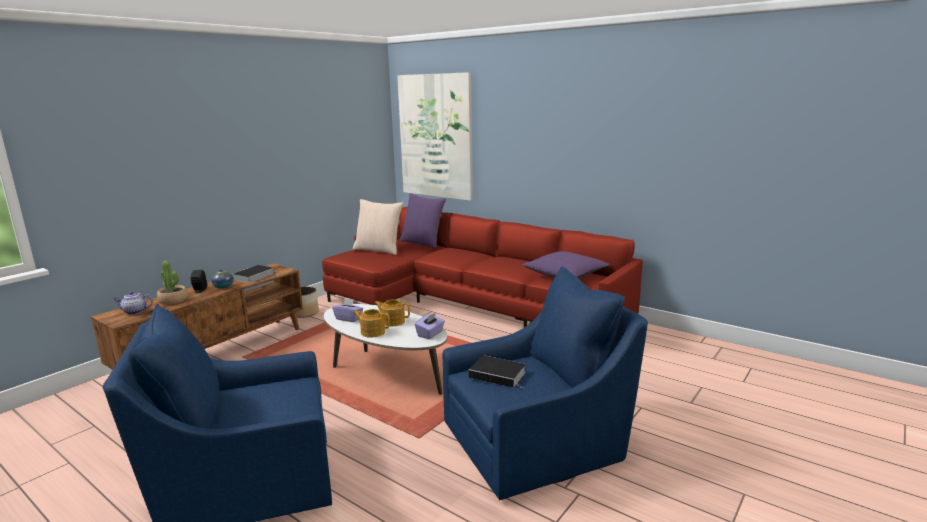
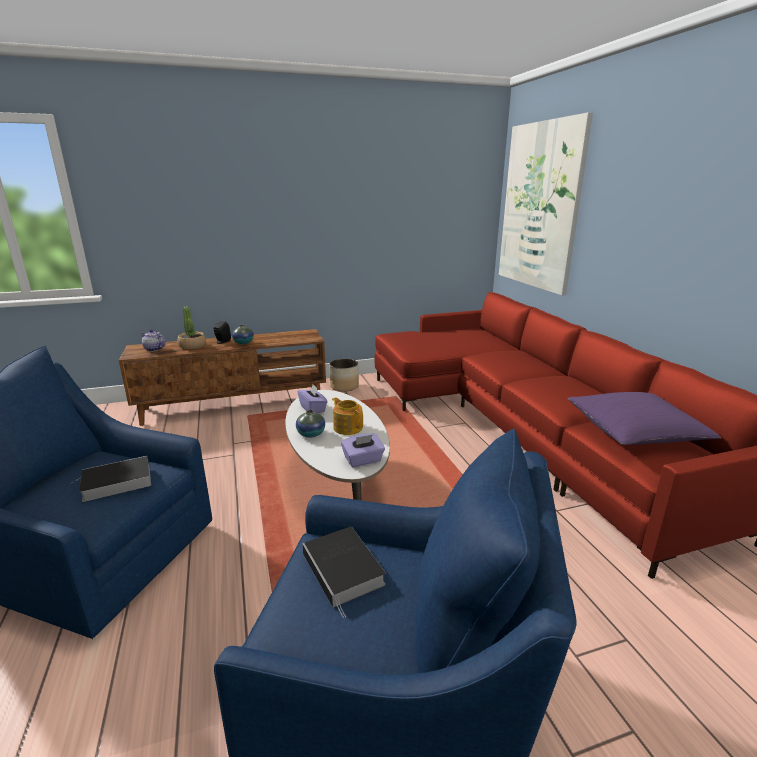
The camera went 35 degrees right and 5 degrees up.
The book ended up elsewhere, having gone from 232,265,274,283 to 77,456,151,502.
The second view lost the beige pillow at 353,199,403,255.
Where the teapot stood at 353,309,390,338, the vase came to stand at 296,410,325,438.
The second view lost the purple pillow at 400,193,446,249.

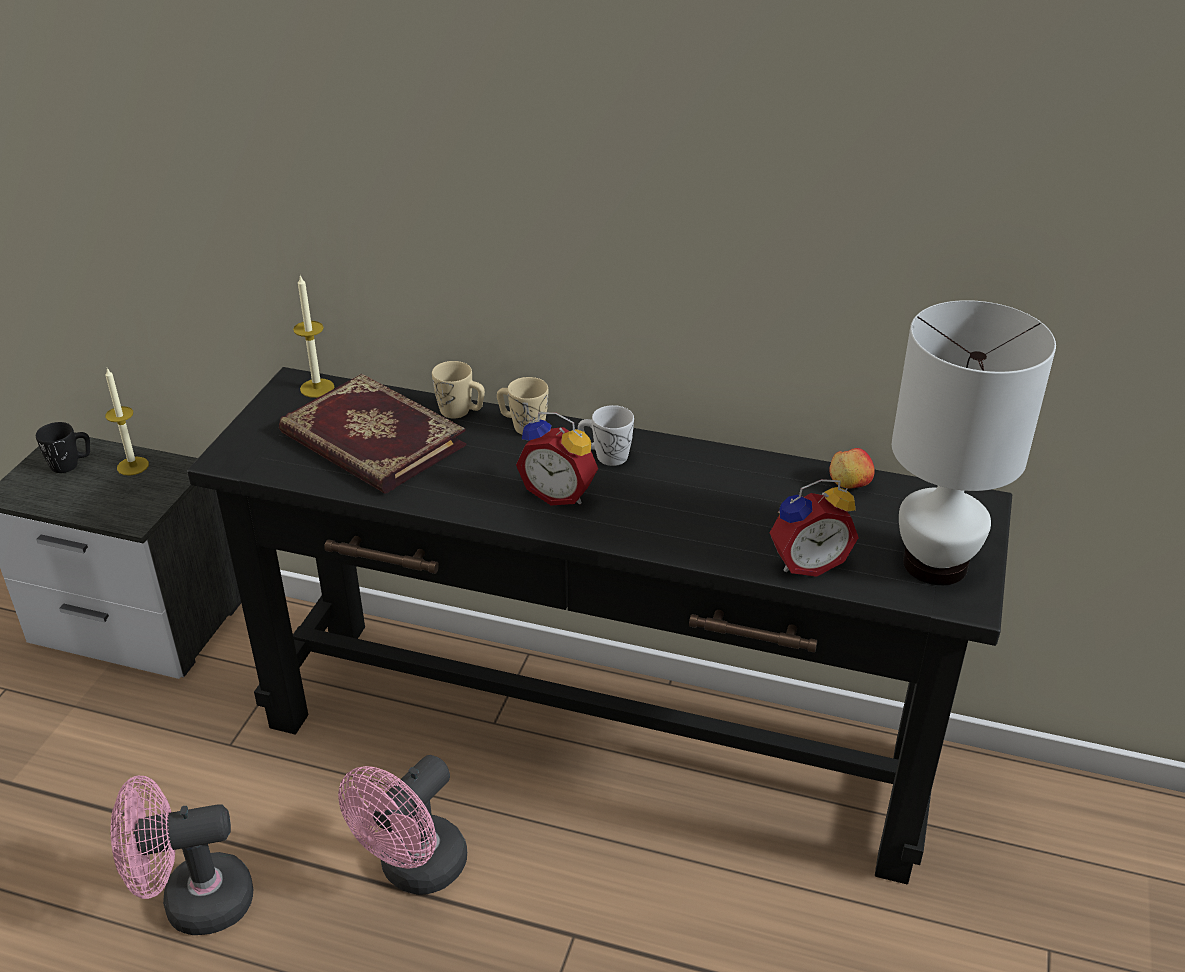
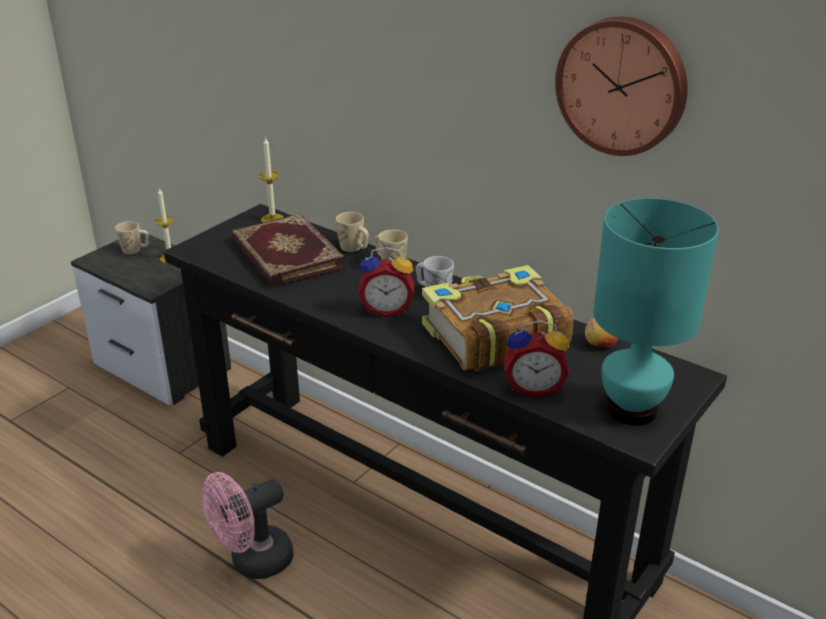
The camera went 20 degrees right and 5 degrees down.
What was the black mug at 36,422,90,473 turned into the beige mug at 115,221,149,255.
The second view lost the pink fan at 111,776,253,935.
The alarm clock at 516,412,598,505 ended up facing another way, 45 degrees counterclockwise from before.
What was the white table lamp at 892,300,1056,585 turned into the turquoise table lamp at 593,198,719,426.
The second view gained the book at 422,265,574,371.
The second view gained the wall clock at 555,17,687,156.

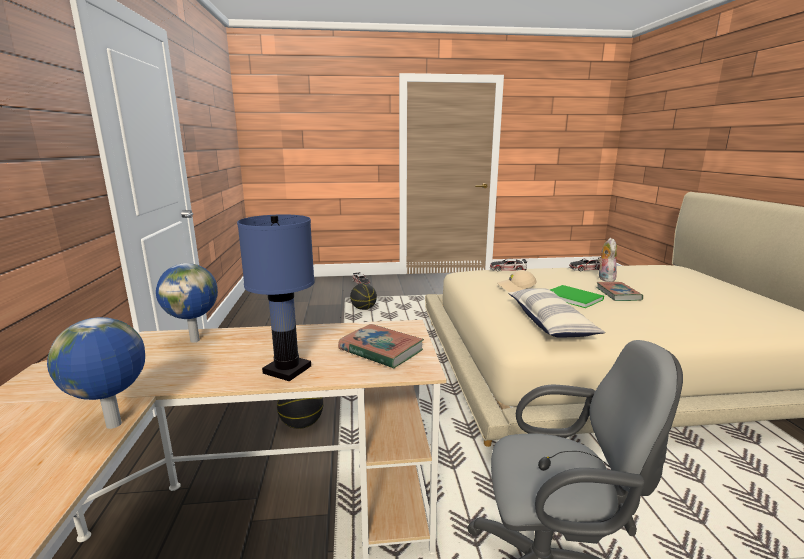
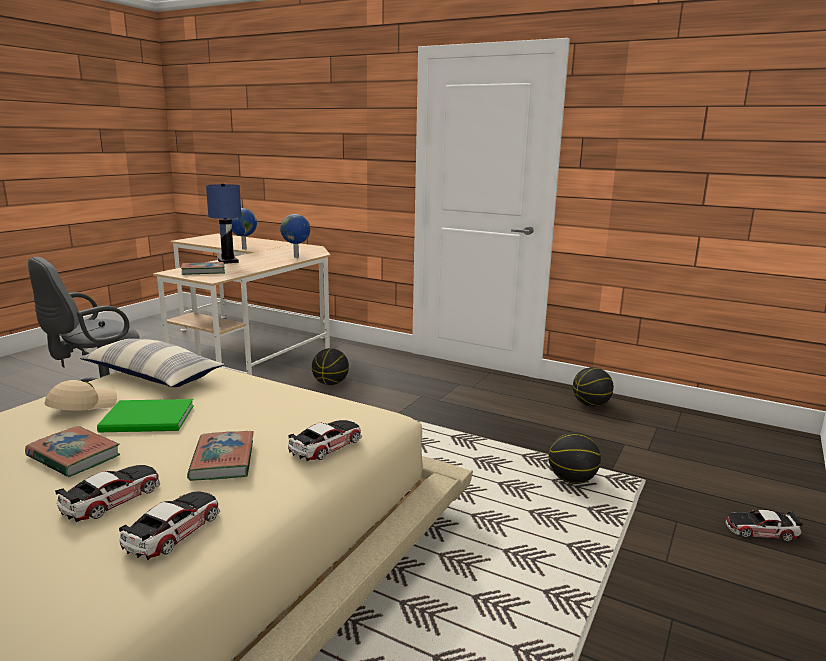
The camera went 125 degrees right and 0 degrees up.
The beige cap ended up elsewhere, having gone from 497,270,537,292 to 44,380,117,411.
Where the plush toy stood at 598,238,617,282, the toy car came to stand at 55,465,160,522.
The second view gained the book at 187,431,254,481.
The second view gained the basketball at 573,367,614,407.

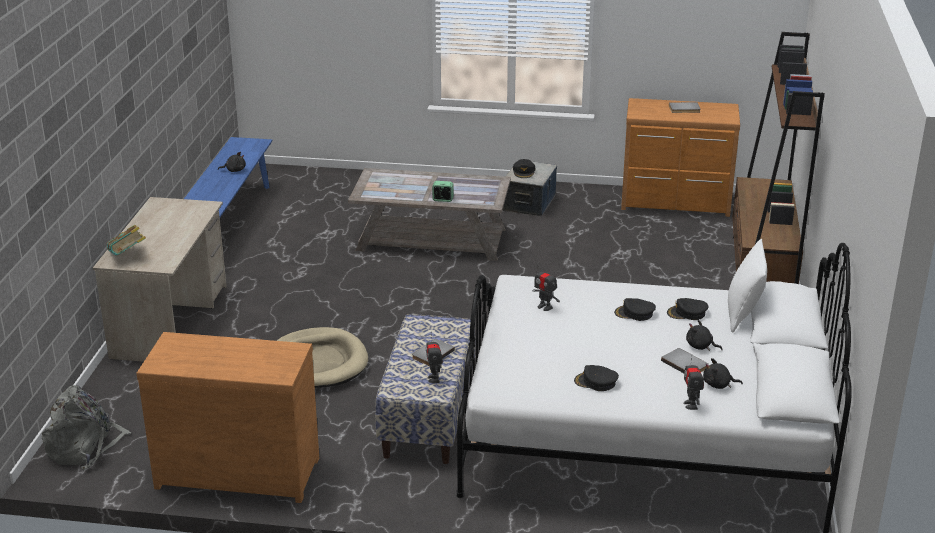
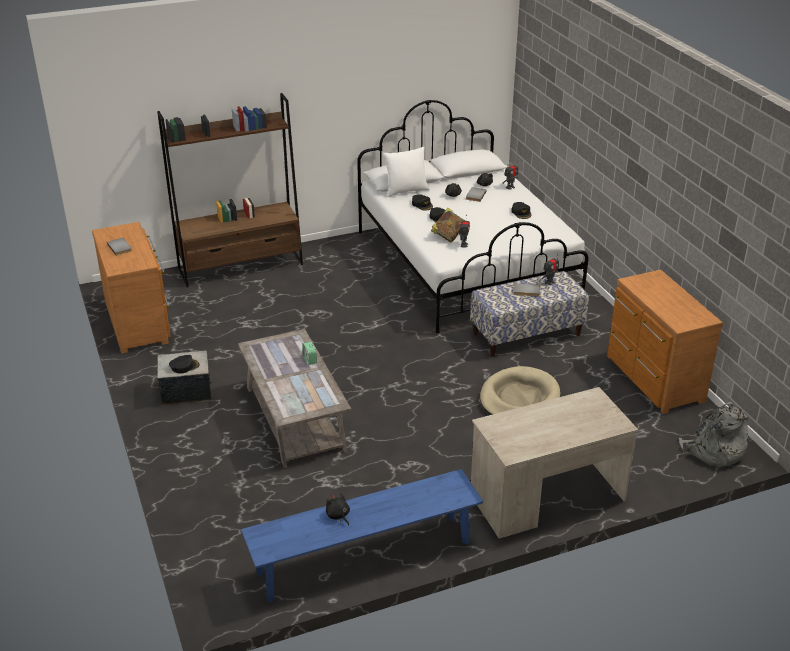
The camera went 120 degrees left and 5 degrees up.
The book ended up elsewhere, having gone from 107,225,146,256 to 431,208,465,242.

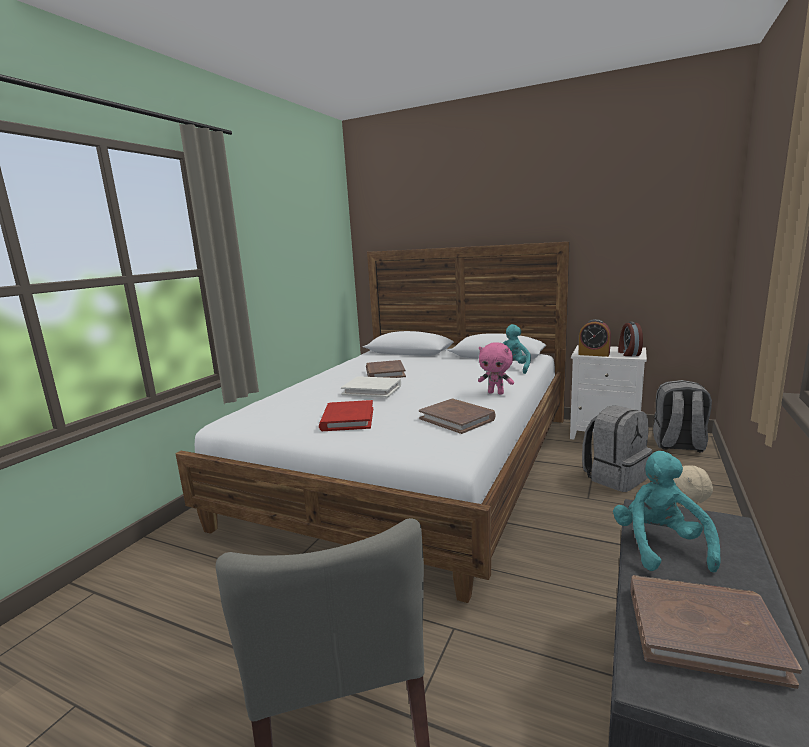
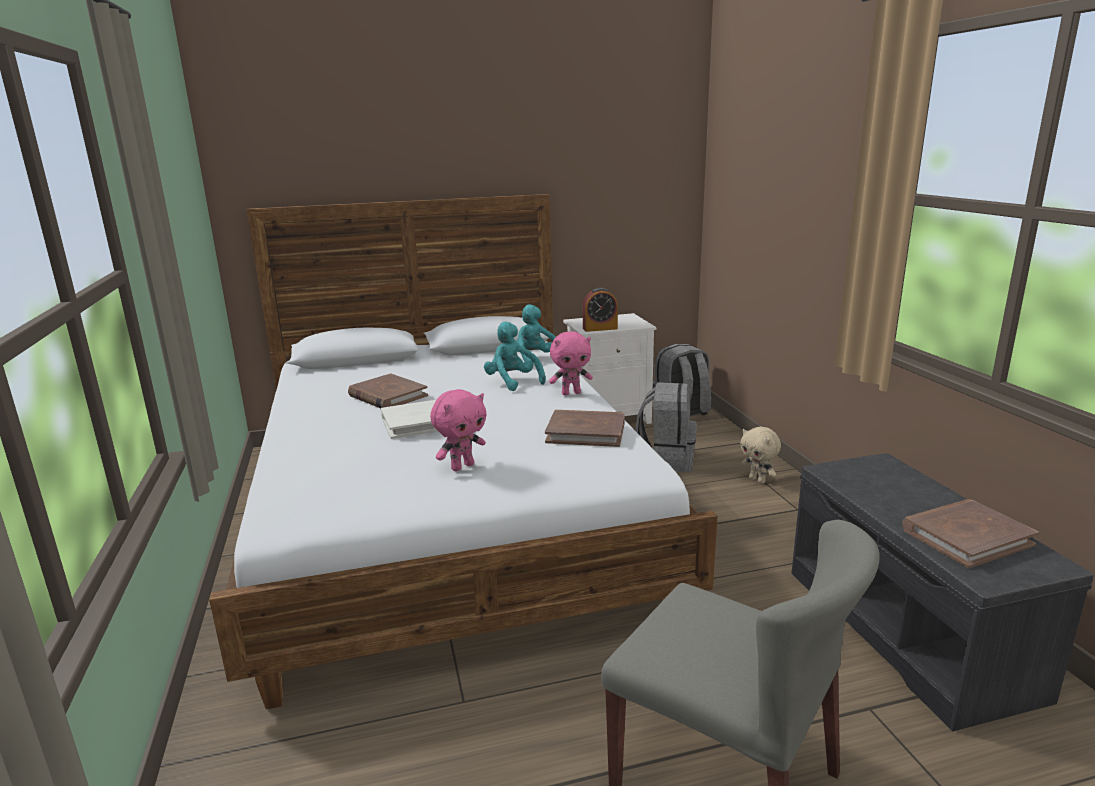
The camera went 40 degrees left and 5 degrees up.
Where the red book stood at 319,400,373,431, the pink plush toy came to stand at 430,389,487,471.
The turquoise plush toy ended up elsewhere, having gone from 613,451,721,572 to 484,322,546,391.
The second view lost the alarm clock at 618,322,643,356.

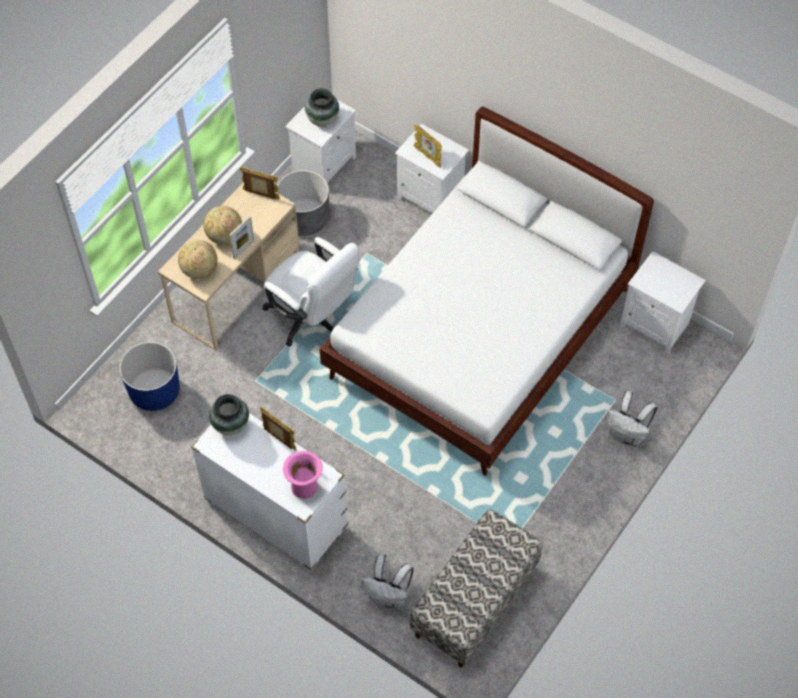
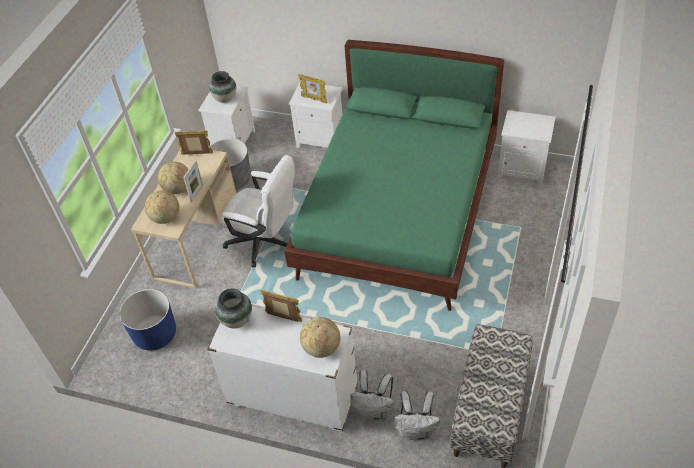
The camera went 15 degrees left and 10 degrees down.
Where the pink vase stood at 283,451,323,499, the globe came to stand at 300,317,340,358.
What was the white bed at 319,107,654,476 turned into the green bed at 284,40,504,311.
The white backpack ended up elsewhere, having gone from 605,391,657,447 to 350,370,394,421.

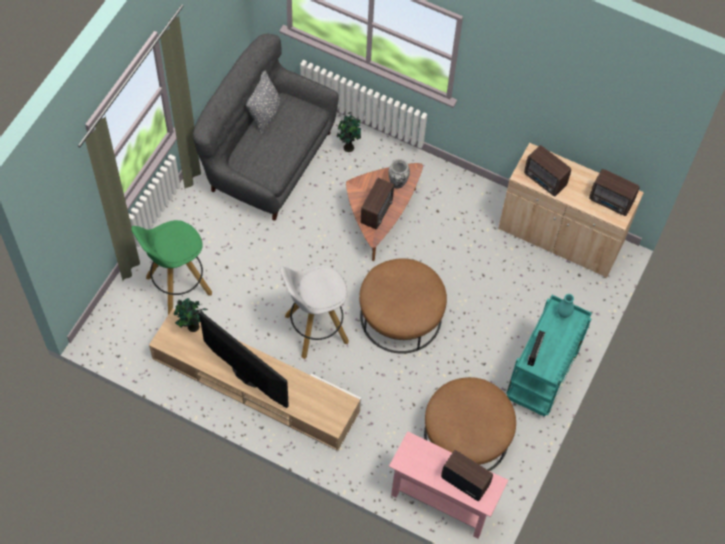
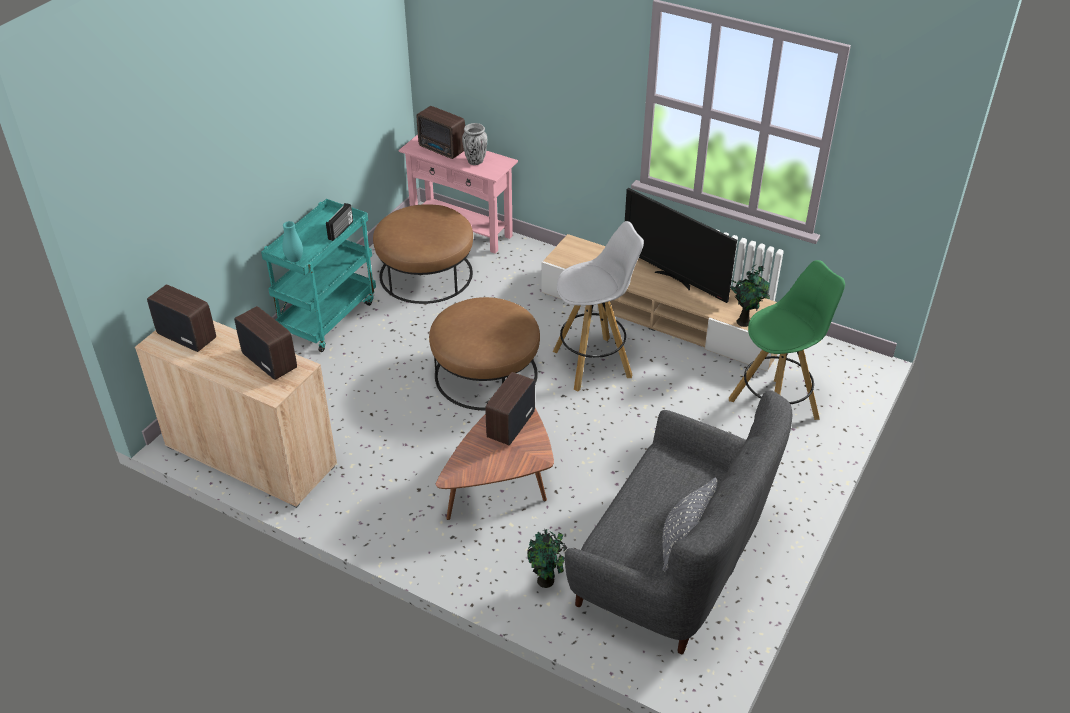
The camera went 175 degrees left and 20 degrees down.
The vase ended up elsewhere, having gone from 388,159,410,189 to 462,123,487,165.

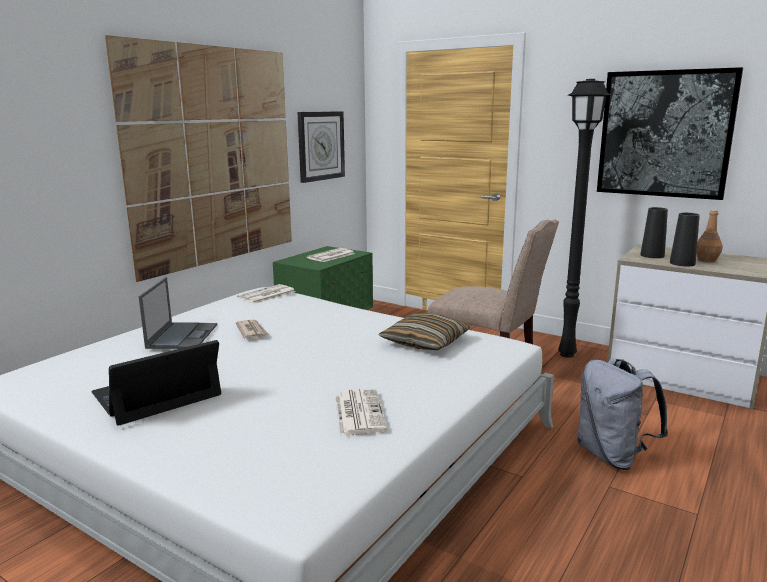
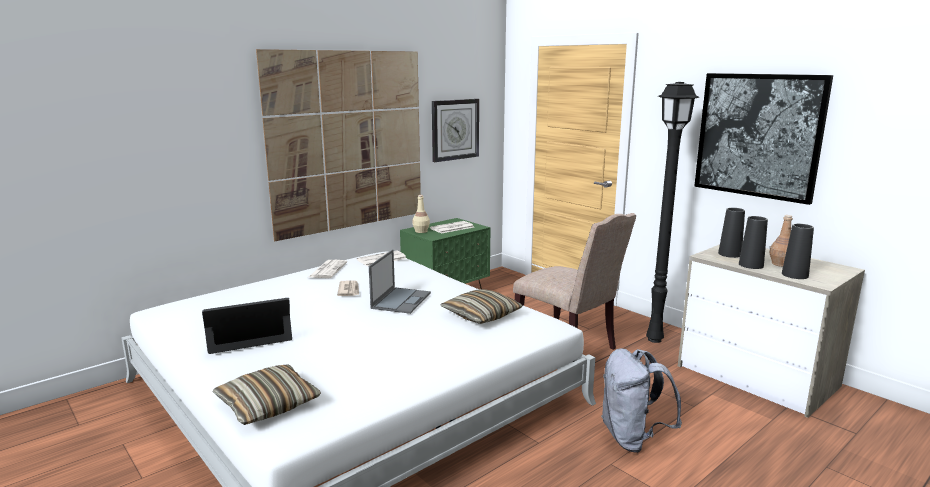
The camera went 15 degrees right and 0 degrees up.
The laptop ended up elsewhere, having gone from 139,277,217,349 to 369,250,431,314.
The newspaper ended up elsewhere, having gone from 335,389,387,436 to 309,260,347,278.
The second view gained the pillow at 213,364,321,425.
The second view gained the beige bottle at 412,195,430,233.
The second view gained the black vase at 782,224,814,279.

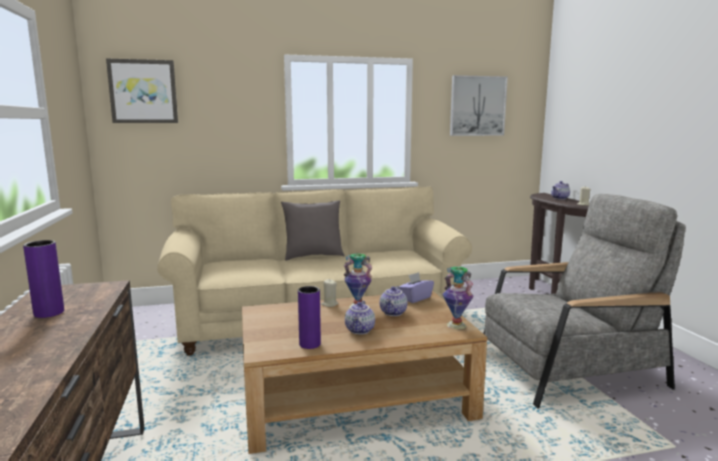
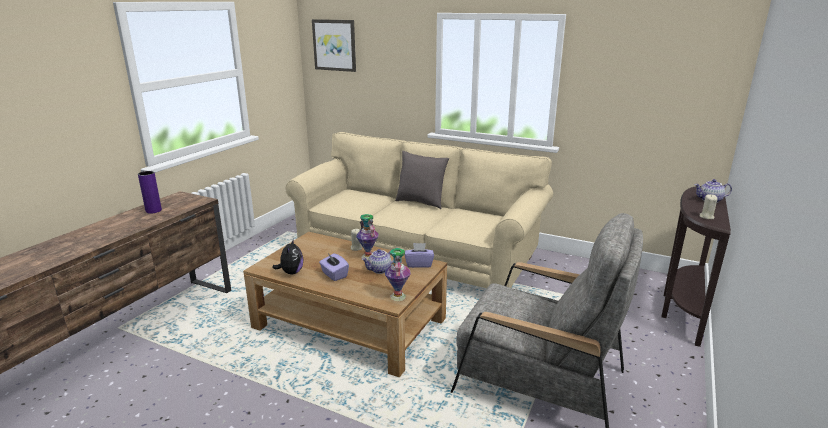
The camera went 40 degrees right and 10 degrees up.
Where the purple vase stood at 298,286,321,349, the plush toy came to stand at 272,238,303,275.
Where the teapot stood at 345,301,375,334, the purple tissue box came to stand at 319,253,349,281.
The second view lost the picture at 450,75,508,136.

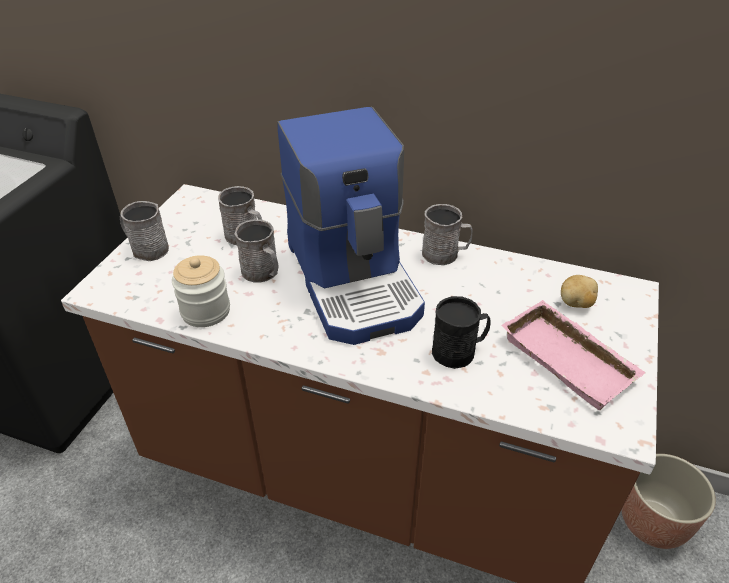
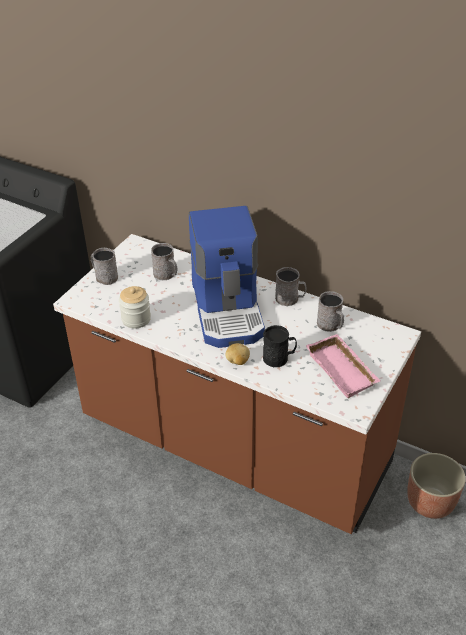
The camera went 10 degrees right and 0 degrees up.
The grey mug ended up elsewhere, having gone from 235,219,278,282 to 317,291,344,332.
The potato ended up elsewhere, having gone from 561,275,598,308 to 225,343,250,365.

